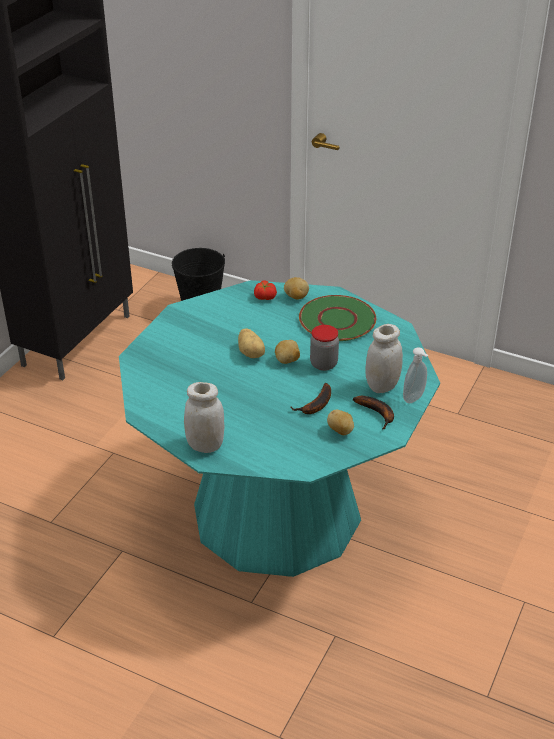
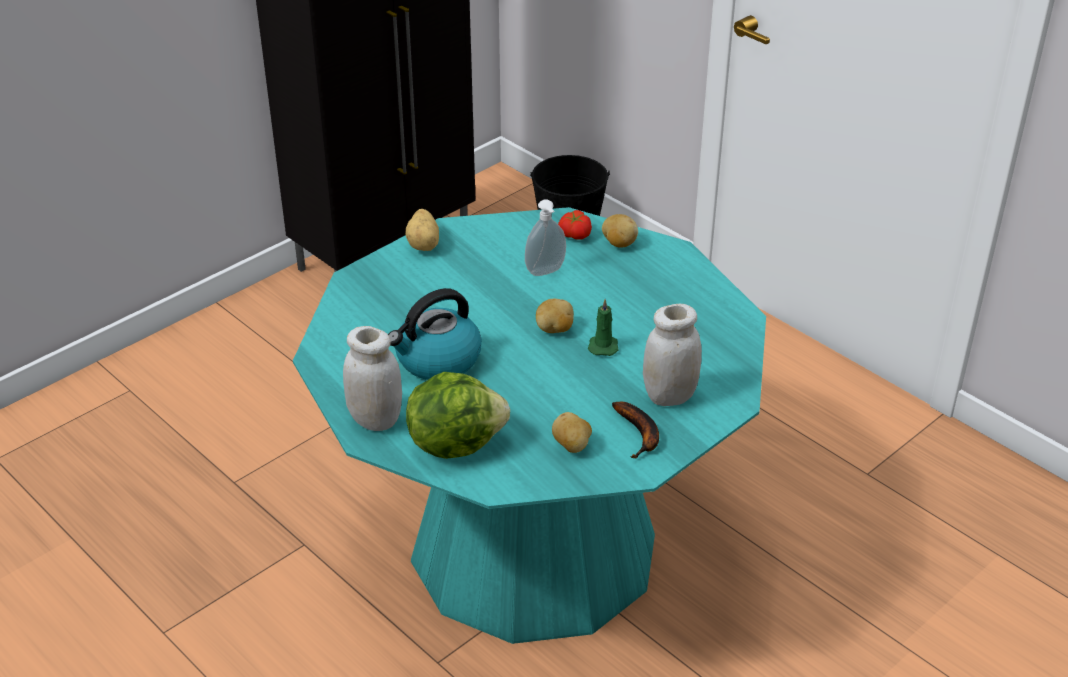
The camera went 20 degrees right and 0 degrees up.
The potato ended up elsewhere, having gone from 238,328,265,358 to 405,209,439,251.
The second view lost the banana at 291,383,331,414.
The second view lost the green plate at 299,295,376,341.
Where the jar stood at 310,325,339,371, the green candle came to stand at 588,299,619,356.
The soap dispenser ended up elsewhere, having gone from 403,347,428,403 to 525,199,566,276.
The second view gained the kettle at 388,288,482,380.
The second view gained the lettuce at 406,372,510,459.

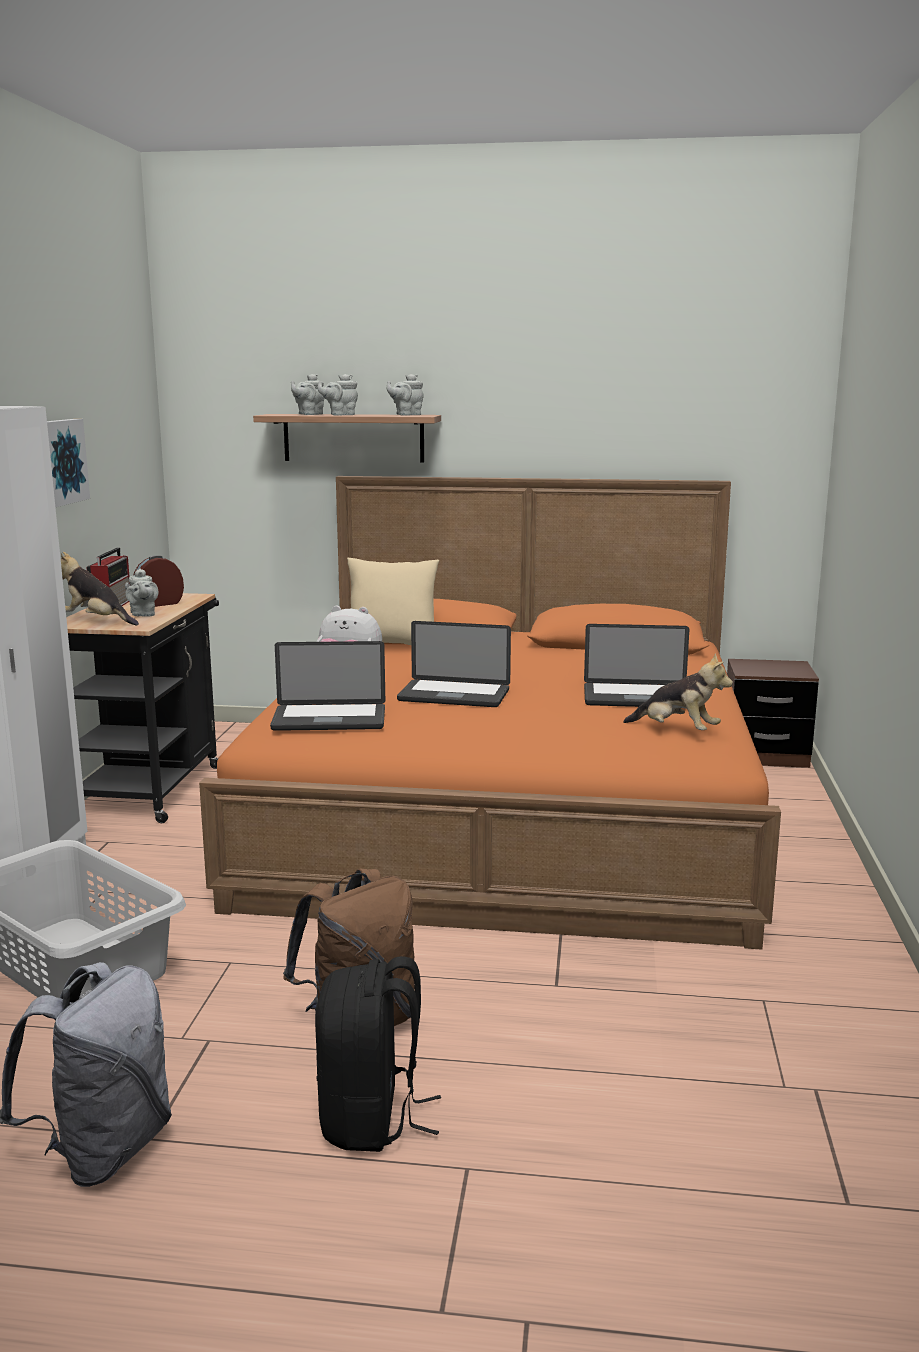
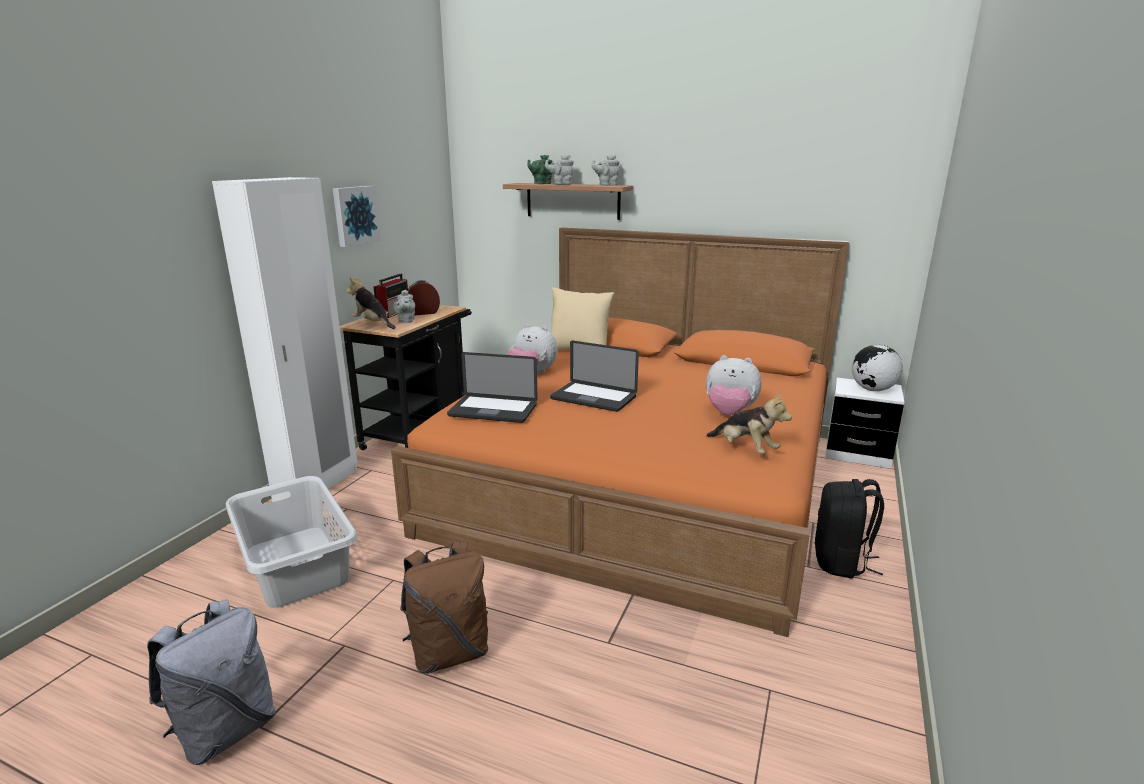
The camera went 15 degrees right and 5 degrees up.
What was the grey teapot at 291,374,324,415 turned into the green teapot at 527,155,552,184.
The black backpack ended up elsewhere, having gone from 315,956,441,1152 to 815,479,884,578.
Where the laptop stood at 584,624,689,707, the plush toy came to stand at 706,355,762,415.
What was the brown nightstand at 727,659,819,768 turned into the white nightstand at 825,378,904,469.
The second view gained the globe at 852,345,903,391.

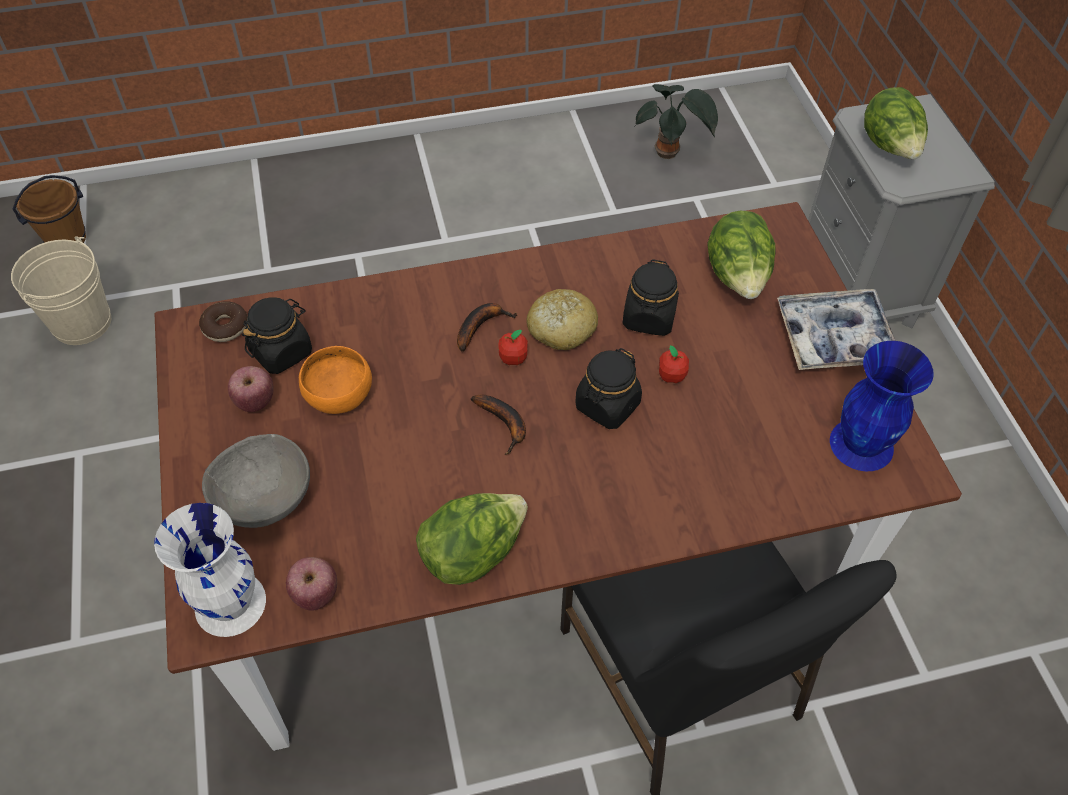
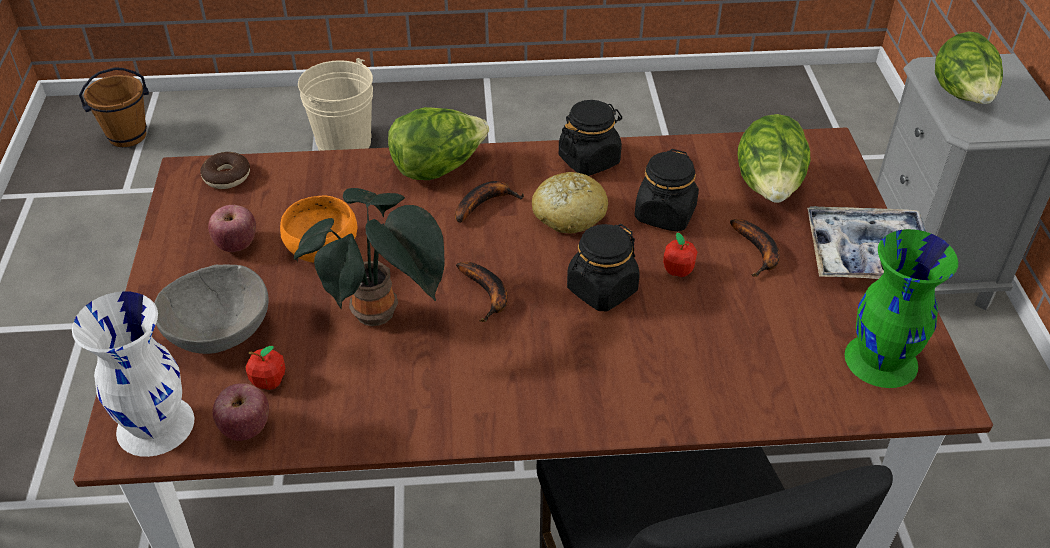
The camera went 10 degrees right and 10 degrees down.
The beige bucket ended up elsewhere, having gone from 11,236,111,345 to 298,58,373,151.
The black jar ended up elsewhere, having gone from 242,297,312,374 to 559,100,622,176.
The lettuce ended up elsewhere, having gone from 416,493,528,585 to 388,107,489,180.
The apple ended up elsewhere, having gone from 498,329,528,365 to 245,346,285,390.
The potted plant ended up elsewhere, having gone from 635,84,718,159 to 294,188,445,326.
What was the blue vase at 830,341,934,471 turned into the green vase at 845,229,958,388.
The second view gained the banana at 730,219,780,277.

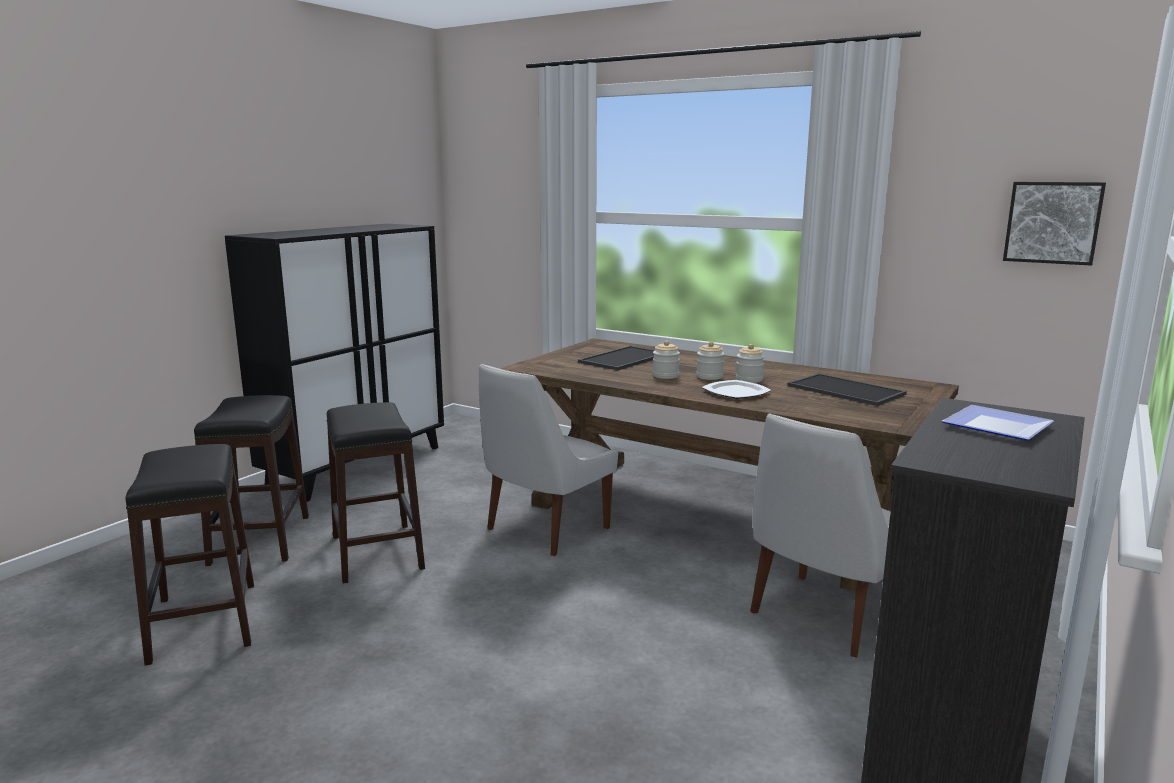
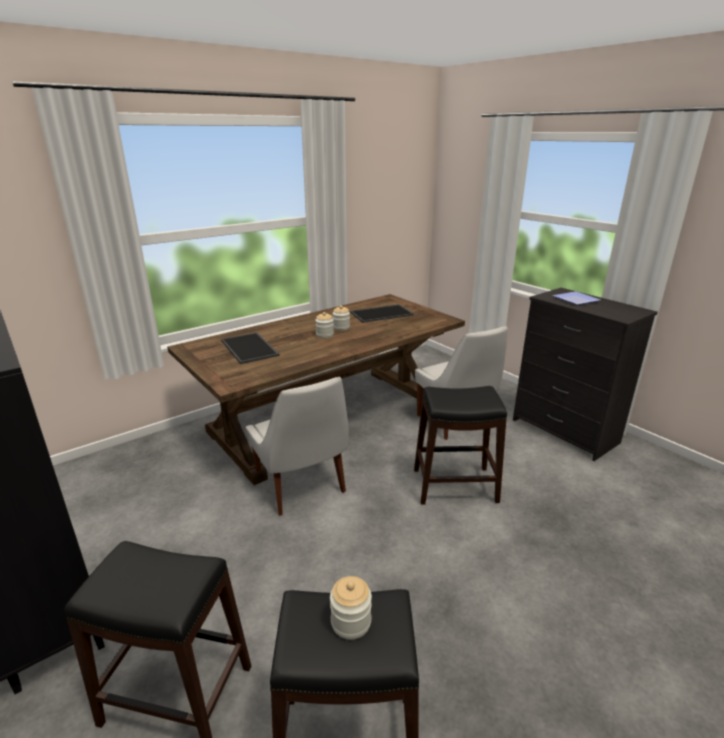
The camera went 70 degrees left and 10 degrees up.
The black stool ended up elsewhere, having gone from 327,402,425,583 to 414,386,507,505.
The jar ended up elsewhere, having gone from 653,341,680,379 to 330,576,372,640.
The second view lost the plate at 702,380,771,399.
The second view lost the picture at 1003,182,1106,266.

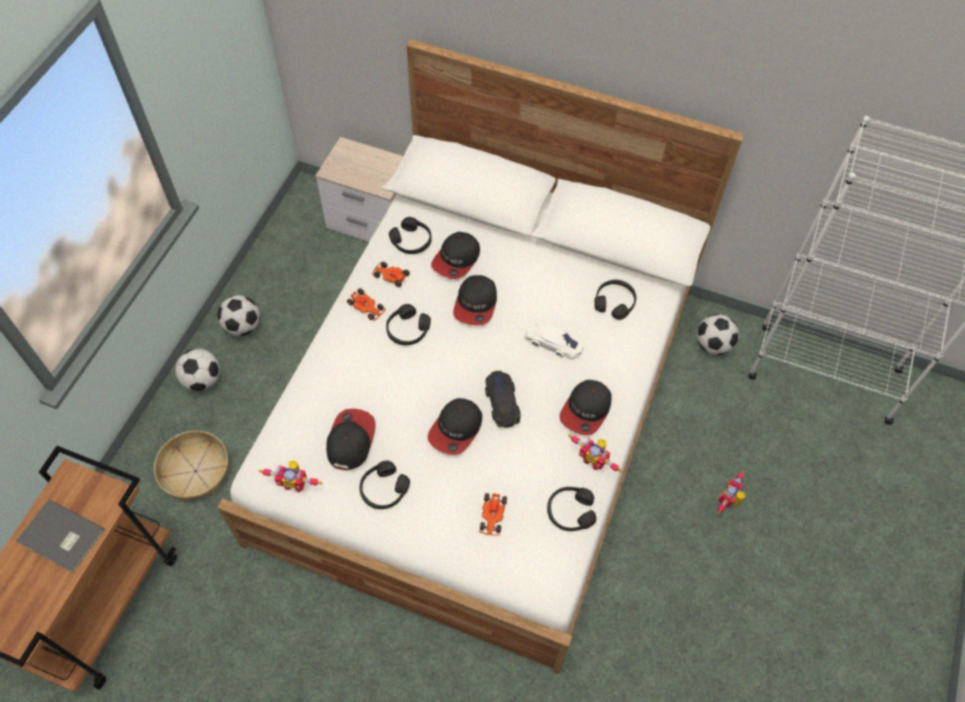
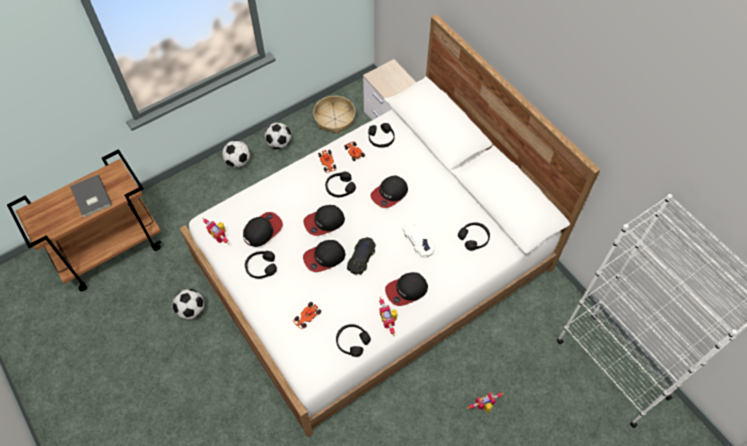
The camera went 35 degrees right and 0 degrees up.
The basket ended up elsewhere, having gone from 154,431,229,501 to 313,96,355,134.
The cap ended up elsewhere, having gone from 431,232,480,279 to 303,205,345,236.
The football ended up elsewhere, having gone from 696,314,739,355 to 173,289,204,320.

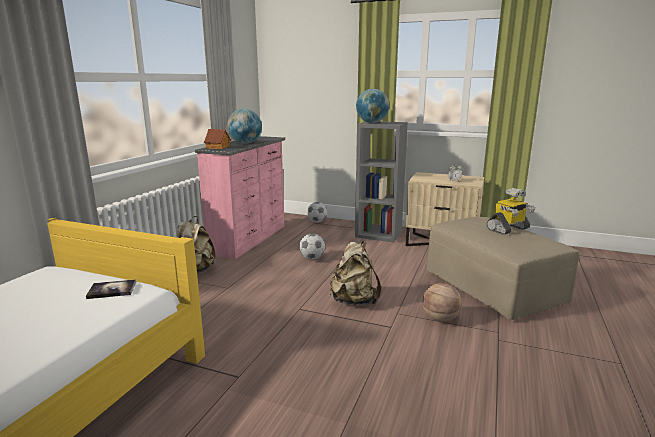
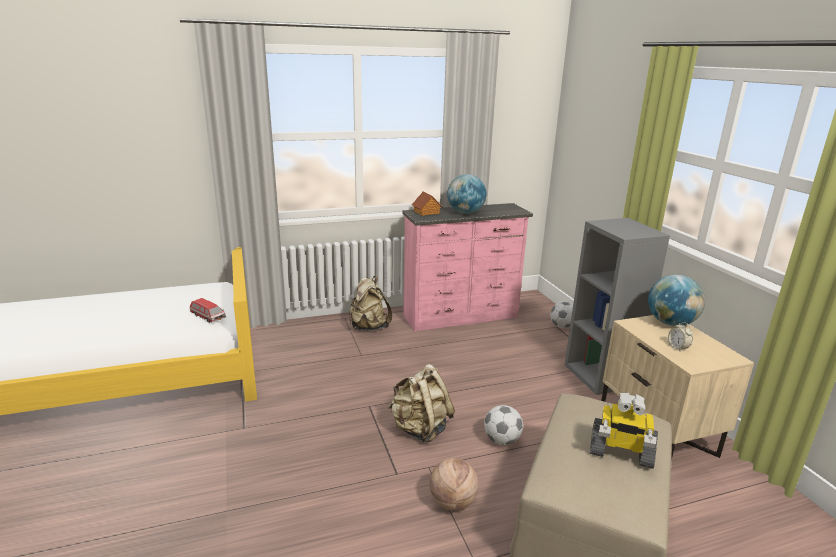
The camera went 50 degrees right and 5 degrees up.
Where the book stood at 86,279,136,299, the toy car came to stand at 190,298,226,323.
The football ended up elsewhere, having gone from 299,234,325,260 to 484,405,523,445.
The globe ended up elsewhere, having gone from 356,89,389,123 to 648,275,705,326.

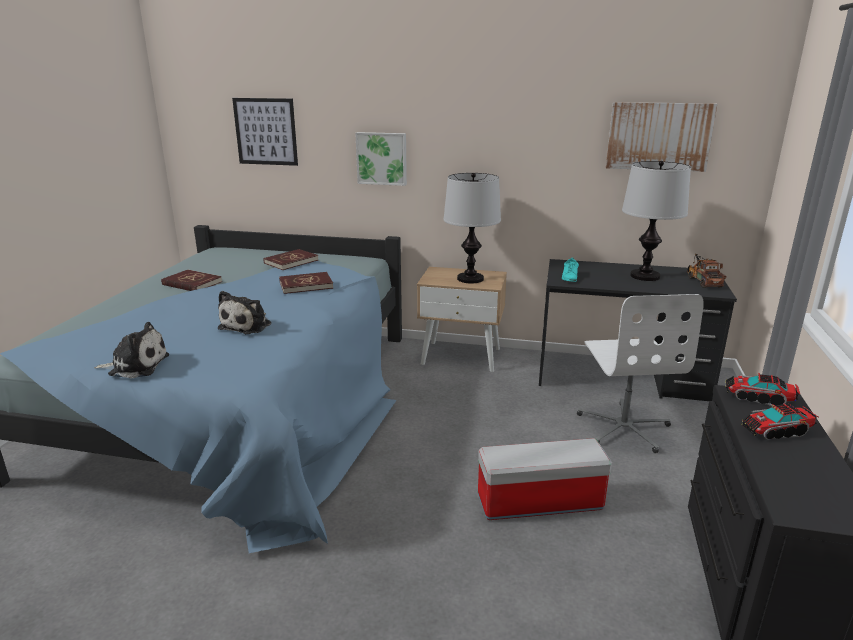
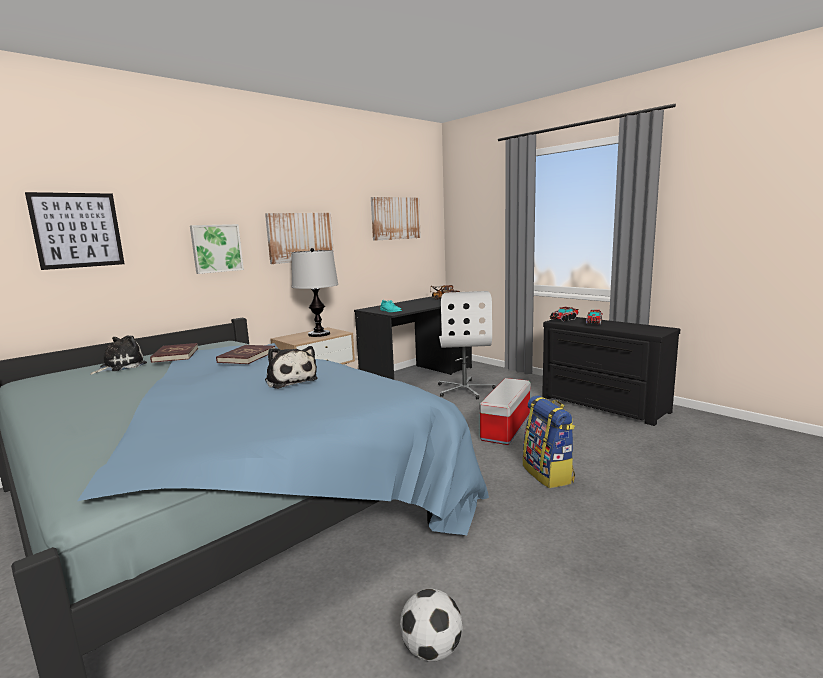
The camera went 55 degrees left and 10 degrees down.
The plush toy ended up elsewhere, having gone from 94,322,169,379 to 90,335,147,375.
The second view lost the red book at 161,270,222,291.
The white office chair at 577,294,704,453 ended up facing another way, 60 degrees clockwise from before.
The second view lost the table lamp at 622,161,691,281.
The second view gained the picture at 265,213,334,264.
The second view gained the football at 400,589,463,661.
The second view gained the backpack at 523,395,575,488.

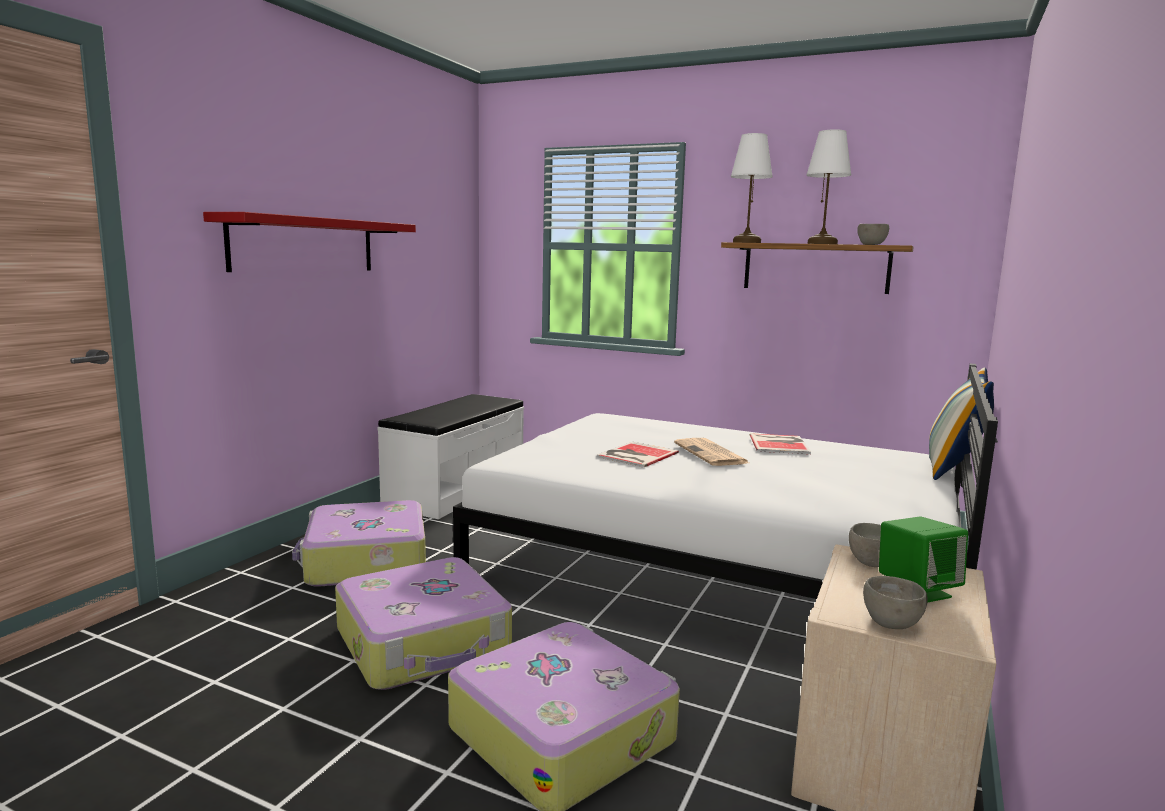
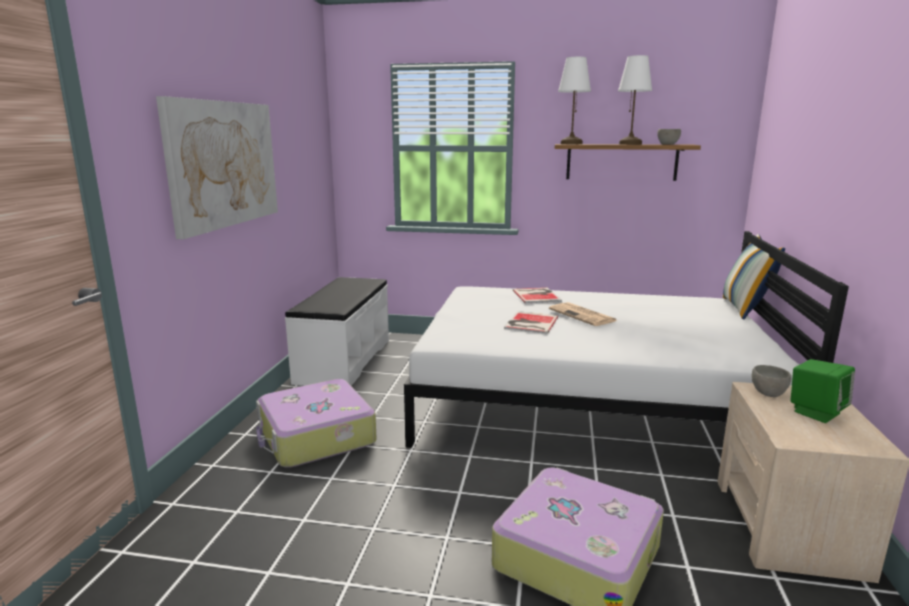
The camera went 15 degrees left and 5 degrees up.
Where the red shelf hung at 203,212,416,272, the picture came to hang at 156,96,278,239.
The second view lost the suitcase at 335,557,512,690.
The book ended up elsewhere, having gone from 750,433,811,454 to 513,288,562,303.
The second view lost the grey bowl at 863,576,927,629.

